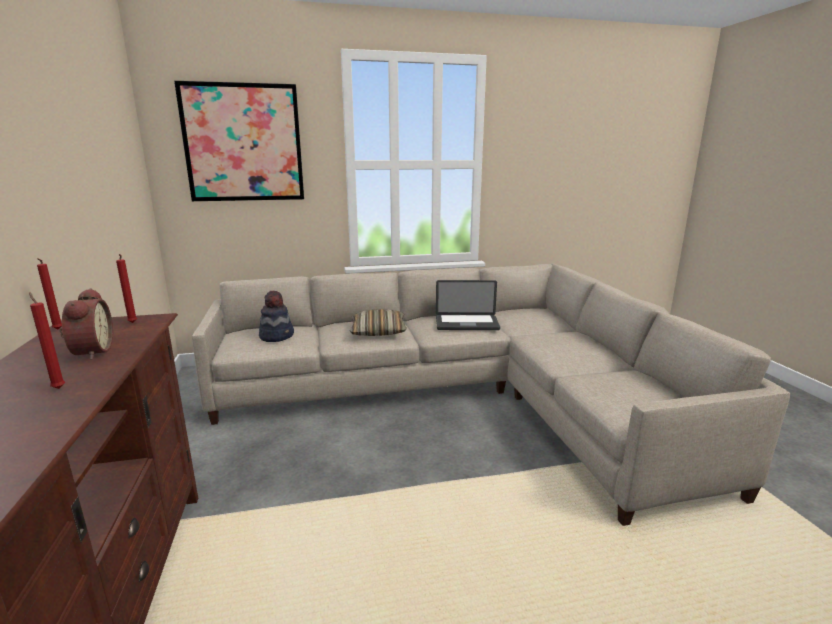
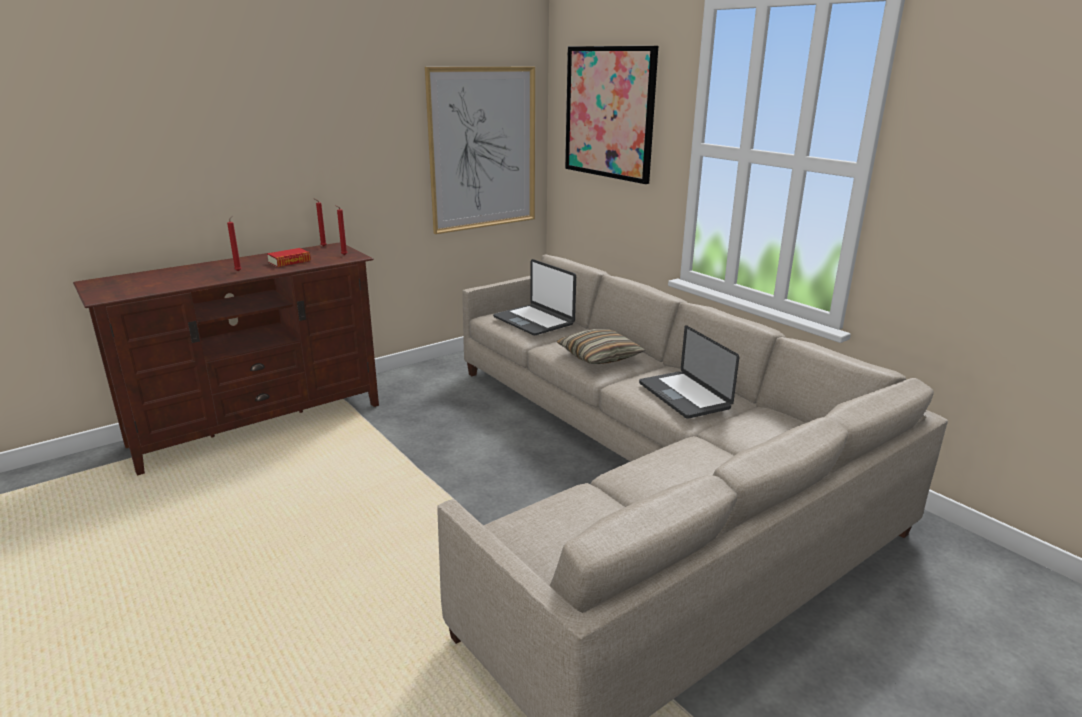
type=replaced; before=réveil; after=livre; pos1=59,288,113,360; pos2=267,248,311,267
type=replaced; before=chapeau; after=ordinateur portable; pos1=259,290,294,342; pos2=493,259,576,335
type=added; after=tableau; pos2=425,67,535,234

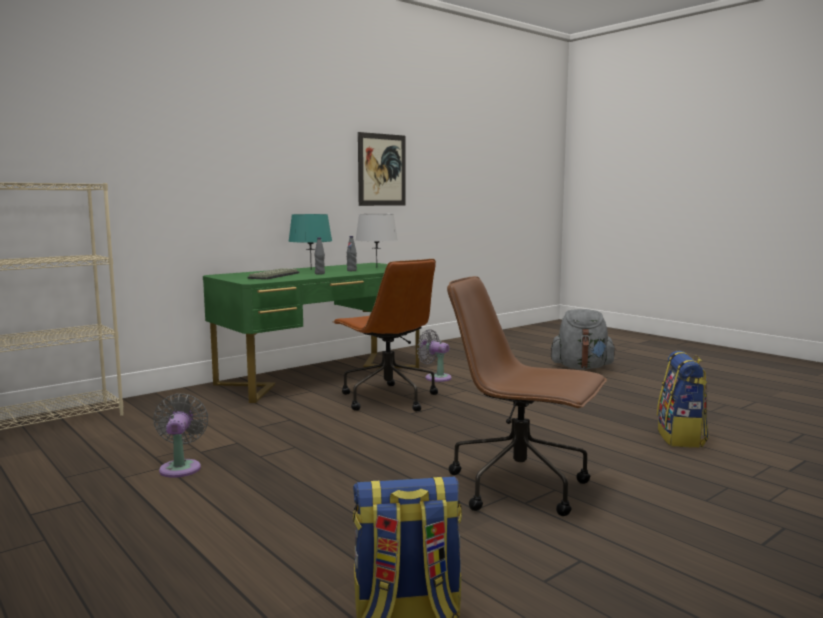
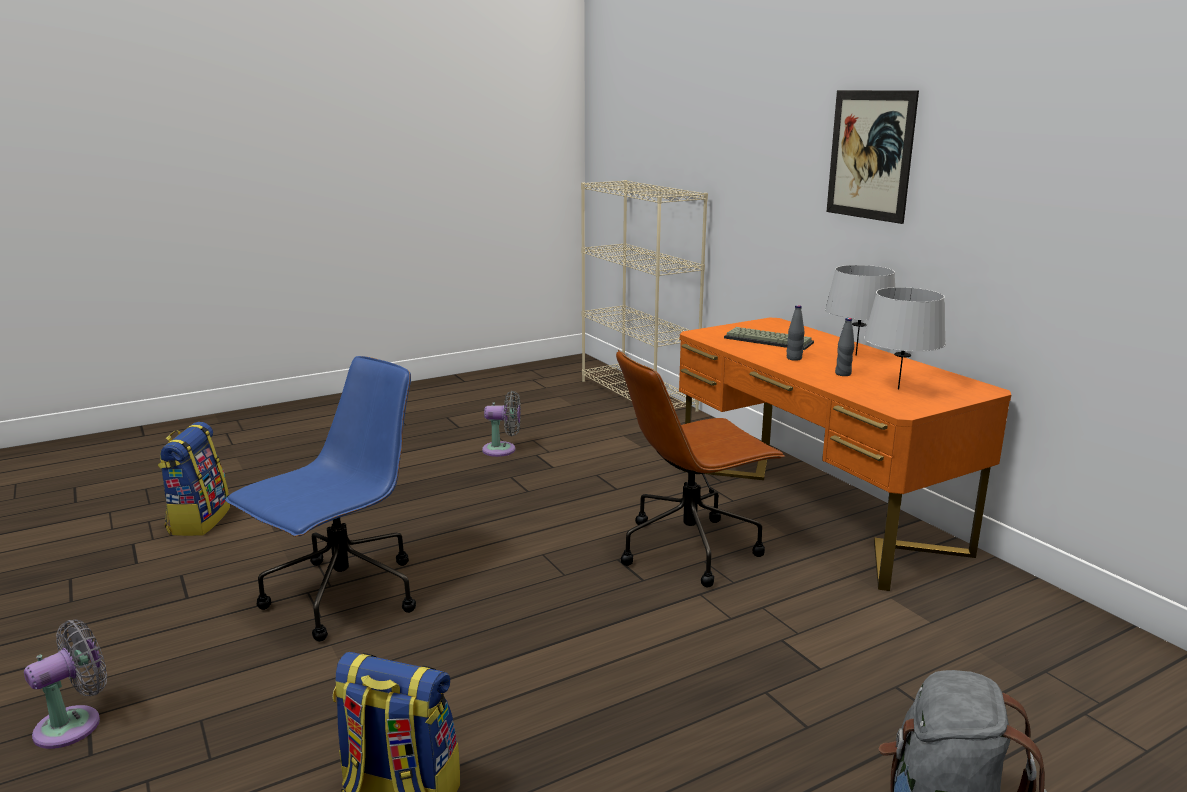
type=moved; before=tableau; pos1=358,132,406,206; pos2=826,90,919,224
type=recoloured; before=lampe de table [turquoise]; after=lampe de table [gris]; pos1=288,214,332,270; pos2=825,265,895,356
type=recoloured; before=bureau [vert]; after=bureau [orange]; pos1=203,263,420,403; pos2=679,318,1011,591
type=recoloured; before=chaise de bureau [marron]; after=chaise de bureau [bleu]; pos1=447,276,607,516; pos2=225,356,416,642
type=moved; before=ventilateur [gris]; pos1=417,329,452,382; pos2=24,619,107,749

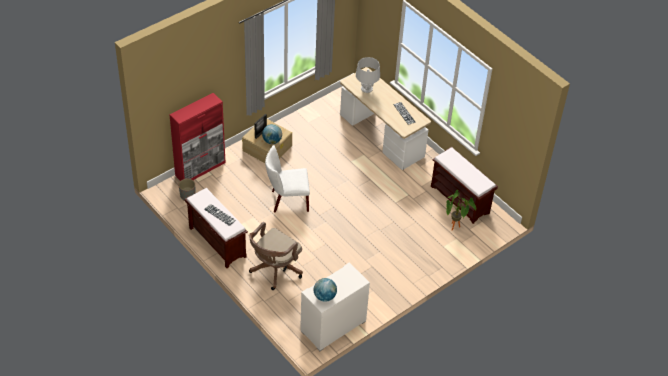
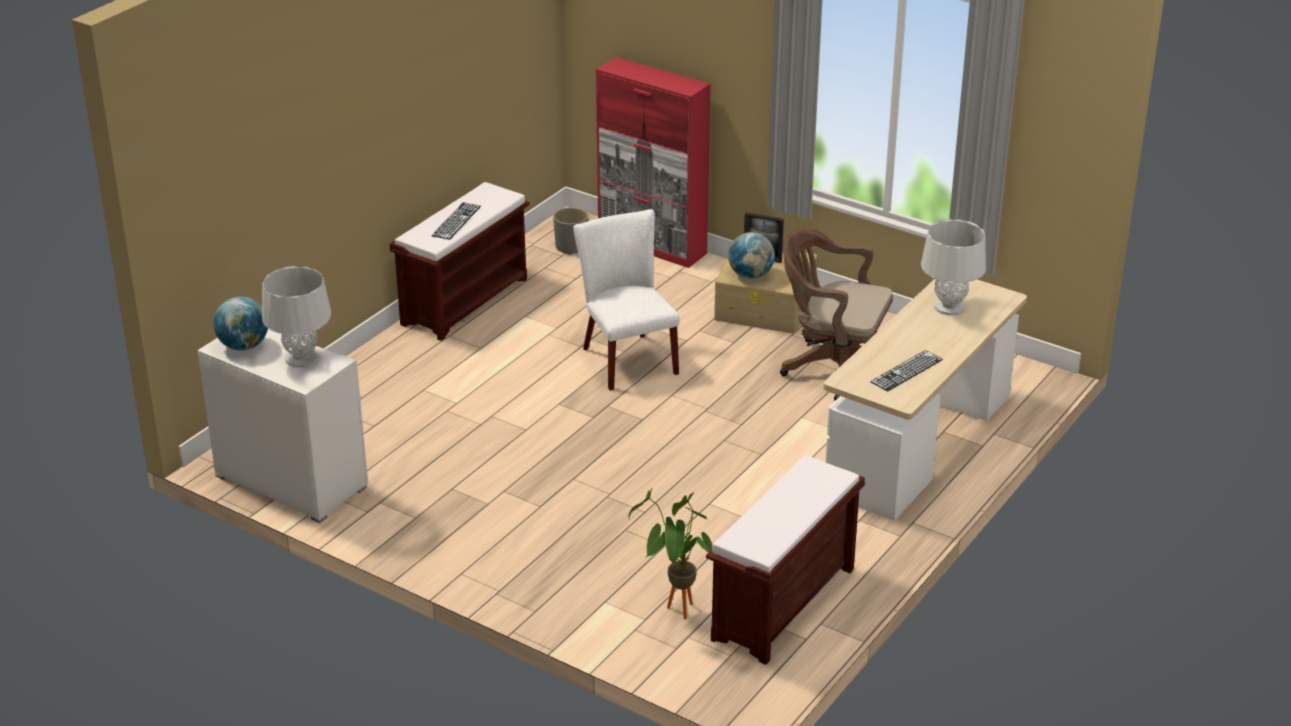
type=moved; before=chaise de bureau [marron]; pos1=249,222,303,290; pos2=780,228,893,401
type=added; after=lampe de table [gris]; pos2=262,266,331,368

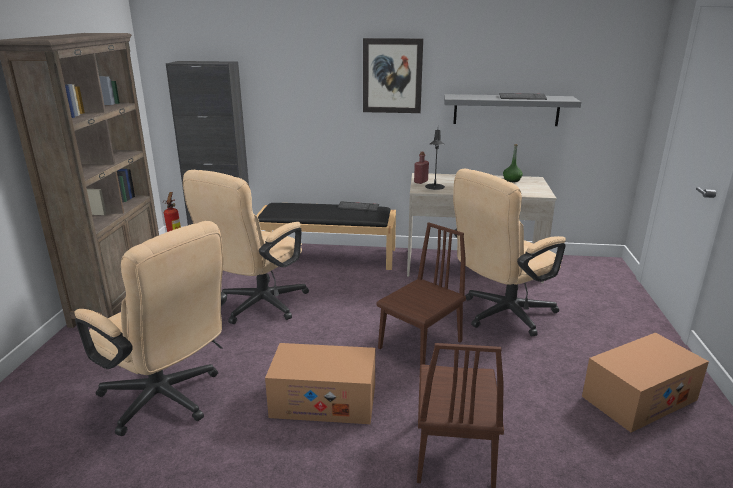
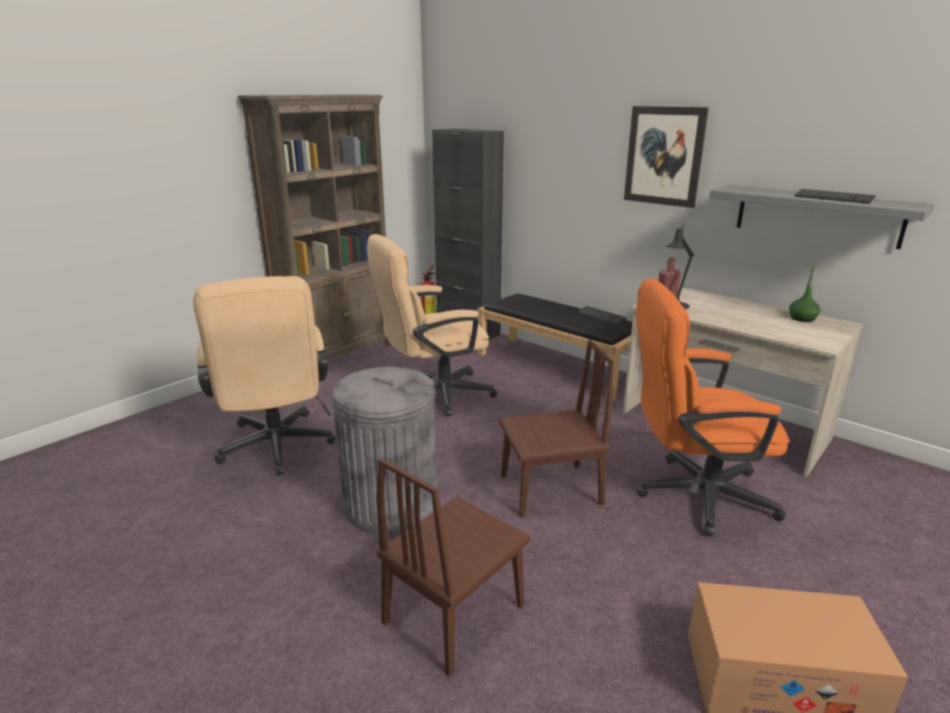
type=recoloured; before=chaise de bureau [beige]; after=chaise de bureau [orange]; pos1=453,169,566,337; pos2=636,279,789,536
type=replaced; before=carton; after=poubelle [gris]; pos1=265,343,375,424; pos2=332,367,437,534

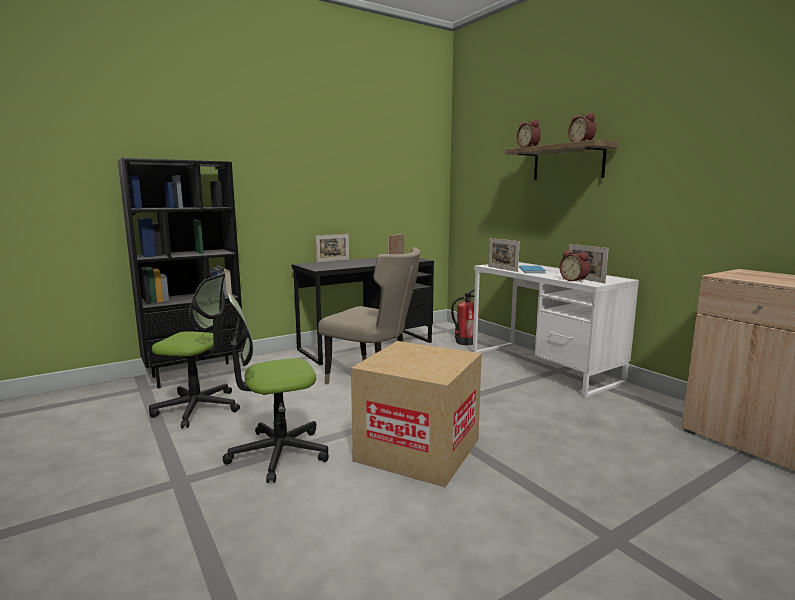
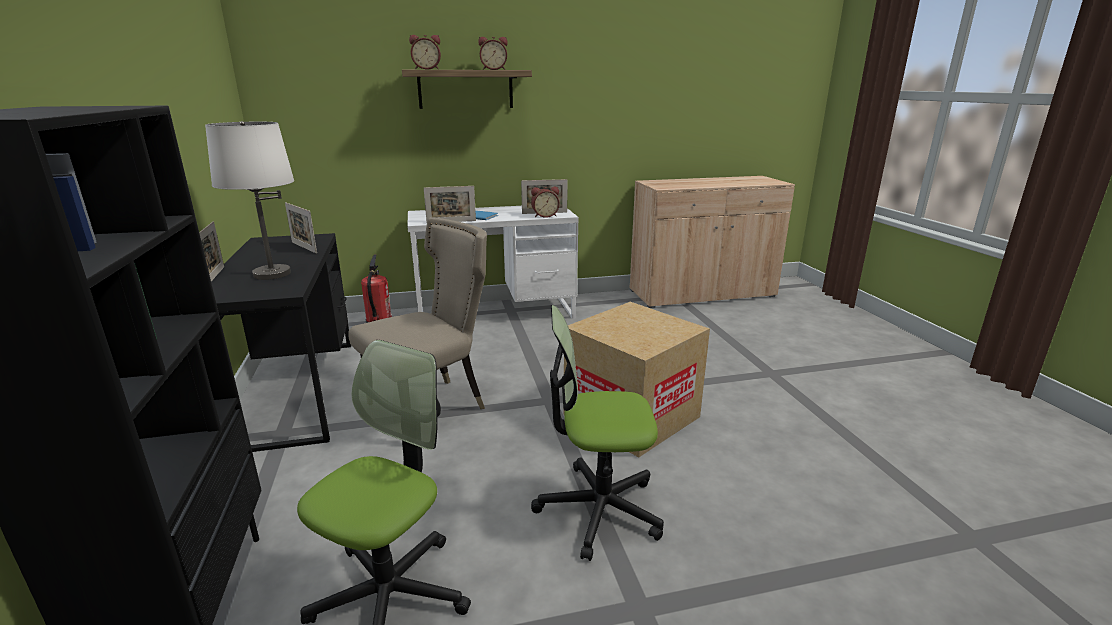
type=turned; before=chaise de bureau; pos1=223,293,329,483; pos2=531,305,664,561; turn=90
type=added; after=lampe de table [blanc]; pos2=205,121,294,280

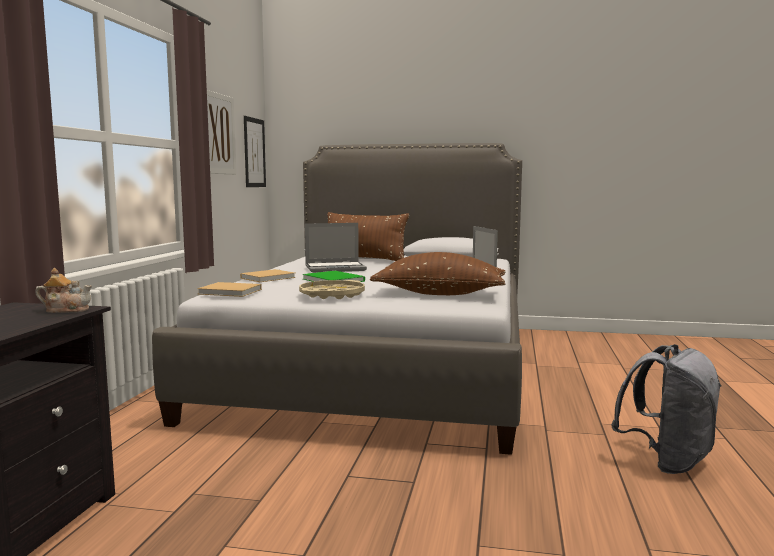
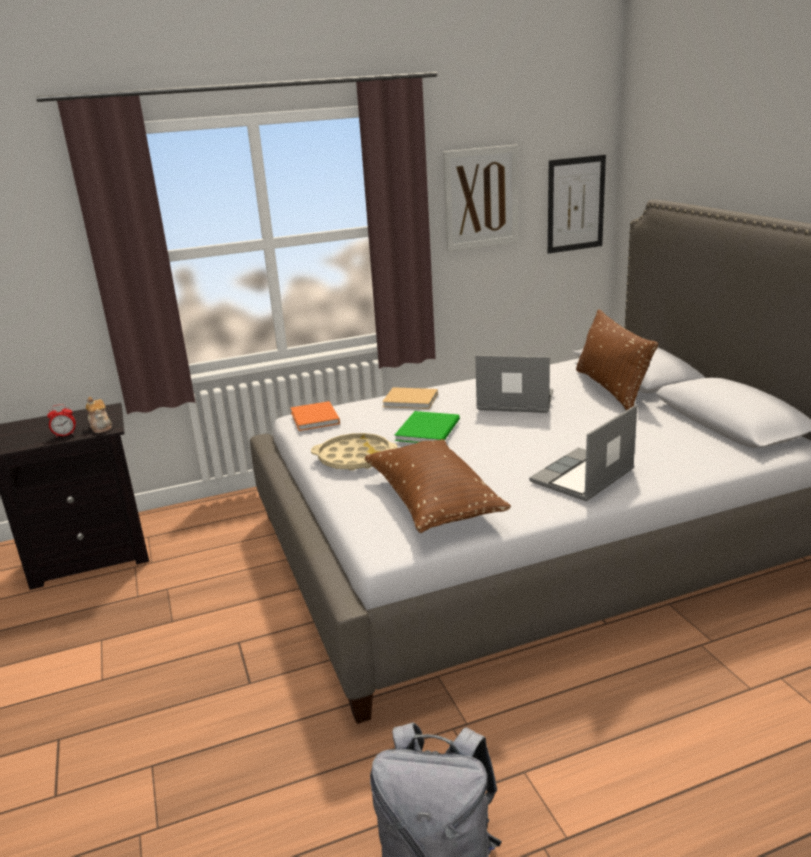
type=turned; before=ordinateur portable; pos1=305,223,367,273; pos2=475,355,553,413; turn=150
type=recoloured; before=livre [beige]; after=livre [orange]; pos1=197,282,262,297; pos2=290,401,340,431
type=added; after=réveil; pos2=47,405,76,438

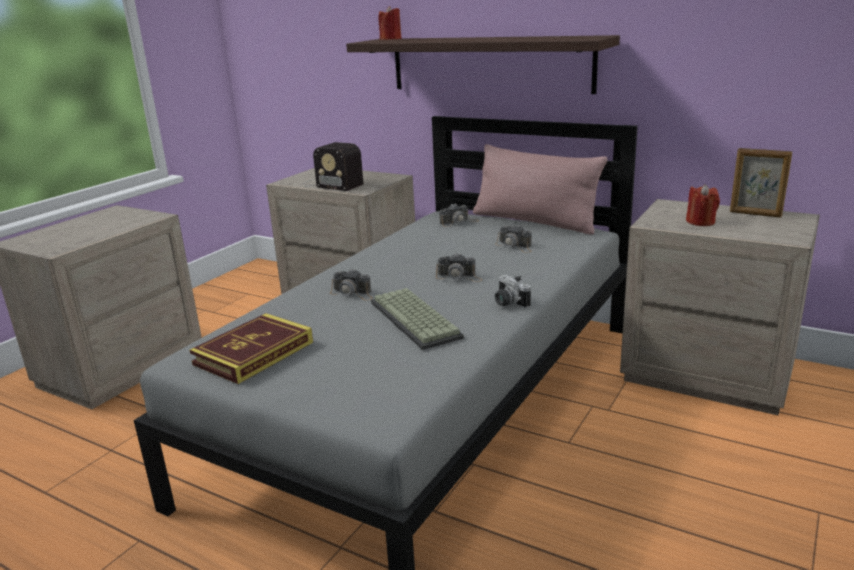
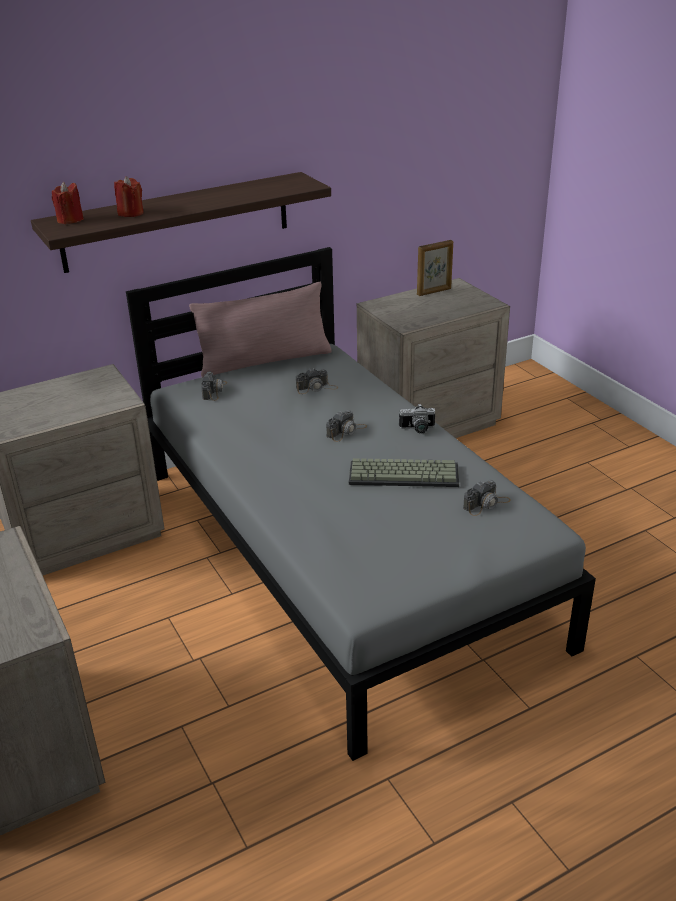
type=removed; before=radio; pos1=302,142,364,191
type=moved; before=bougie [rouge]; pos1=686,184,720,226; pos2=114,176,144,217
type=moved; before=appareil photo; pos1=330,269,373,300; pos2=463,480,511,516
type=removed; before=livre; pos1=190,313,313,384

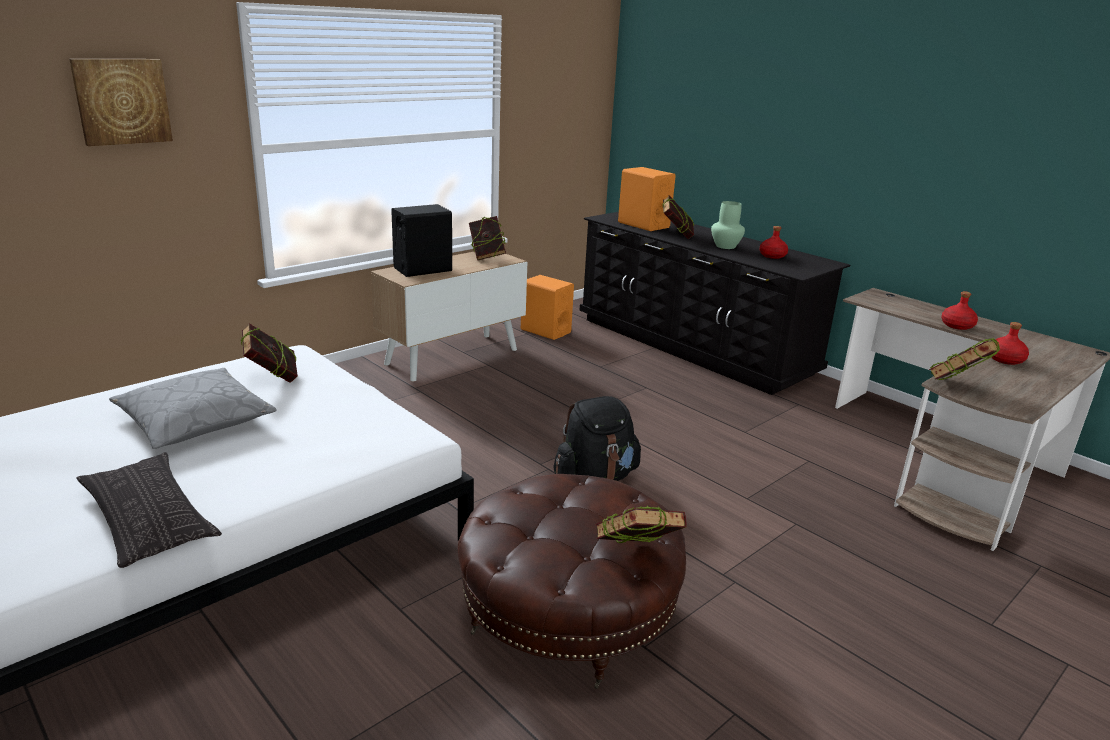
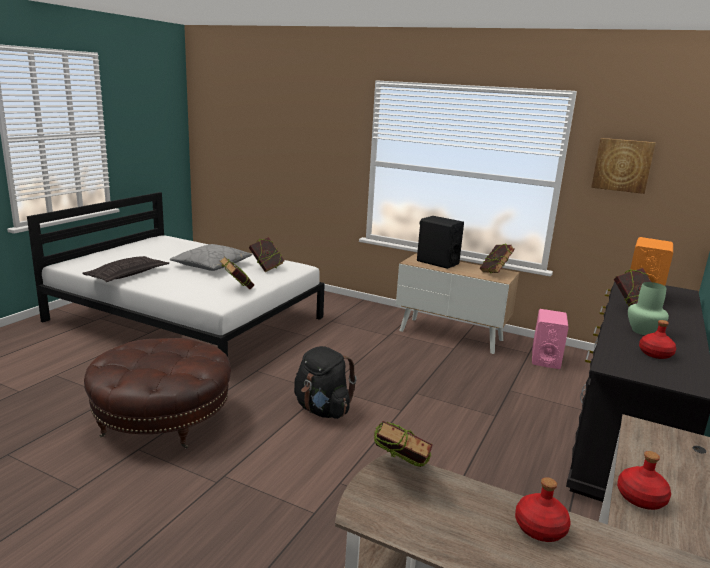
type=moved; before=tableau; pos1=70,59,173,146; pos2=591,138,656,194
type=recoloured; before=enceinte [orange]; after=enceinte [rose]; pos1=521,275,574,340; pos2=532,309,569,369
type=moved; before=livre; pos1=595,506,686,544; pos2=220,257,254,289

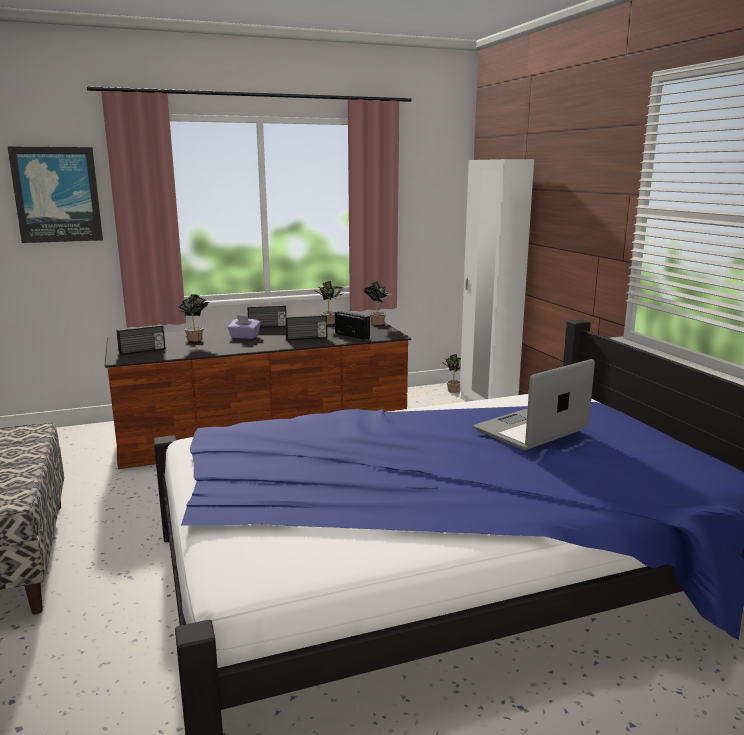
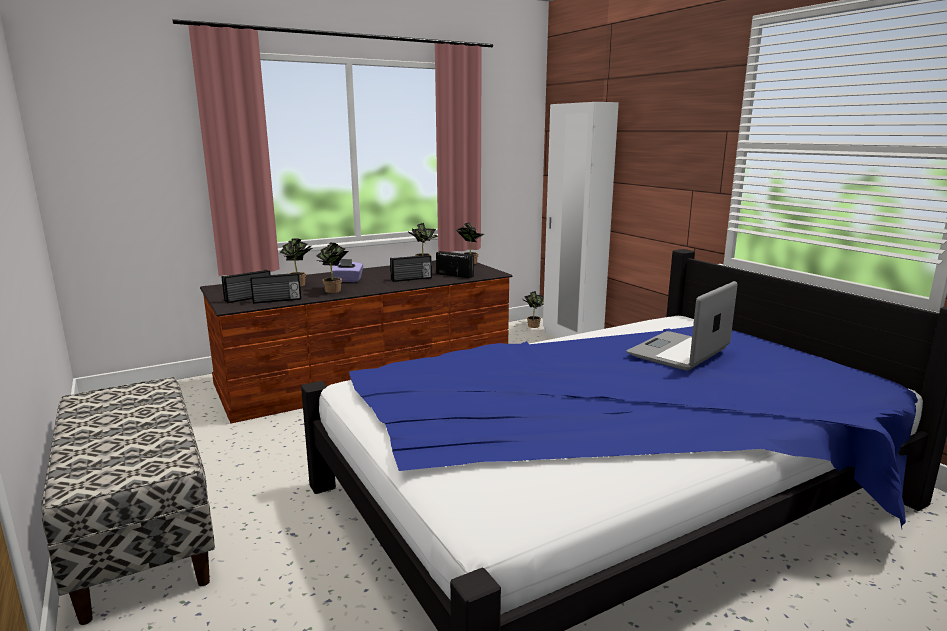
type=removed; before=tableau; pos1=7,146,103,243
type=moved; before=radio; pos1=247,305,287,328; pos2=250,273,301,304
type=added; after=plante en pot; pos2=316,243,349,293

